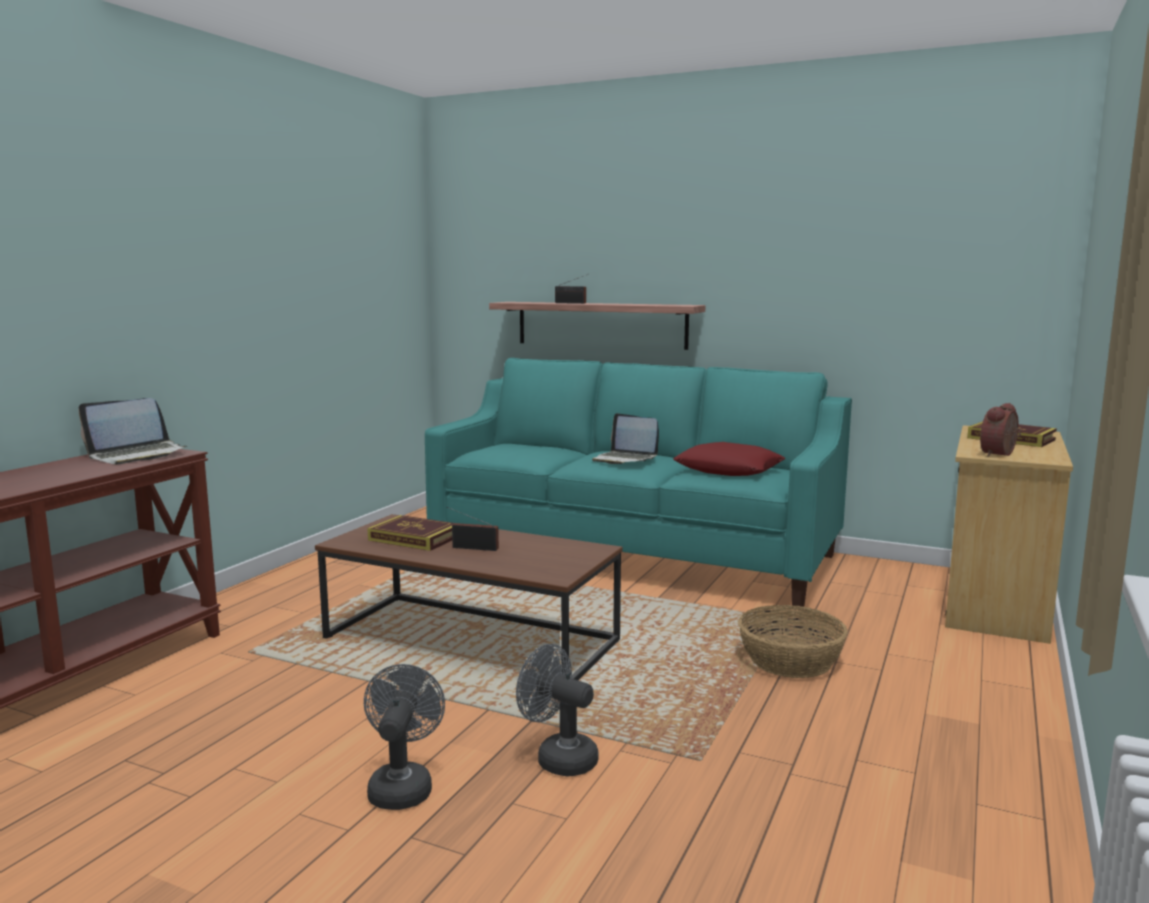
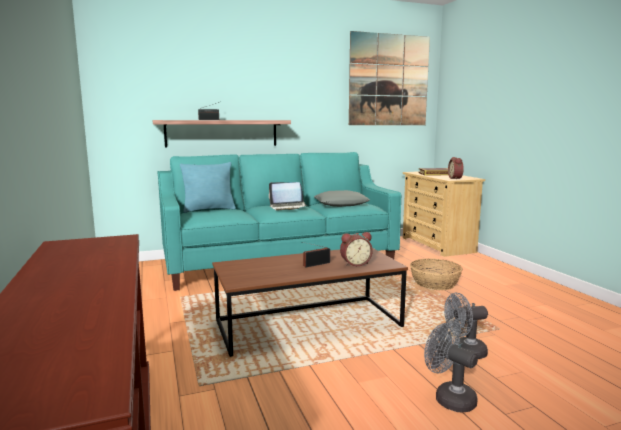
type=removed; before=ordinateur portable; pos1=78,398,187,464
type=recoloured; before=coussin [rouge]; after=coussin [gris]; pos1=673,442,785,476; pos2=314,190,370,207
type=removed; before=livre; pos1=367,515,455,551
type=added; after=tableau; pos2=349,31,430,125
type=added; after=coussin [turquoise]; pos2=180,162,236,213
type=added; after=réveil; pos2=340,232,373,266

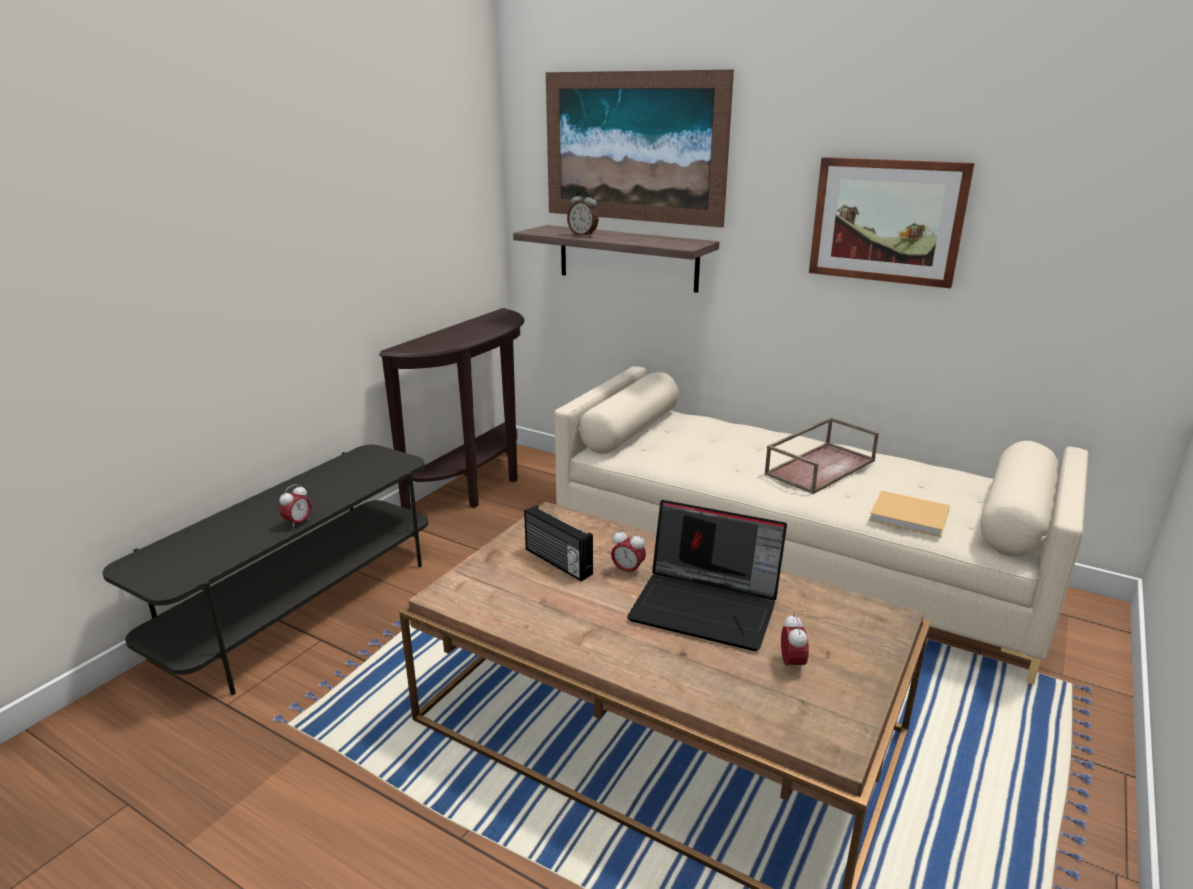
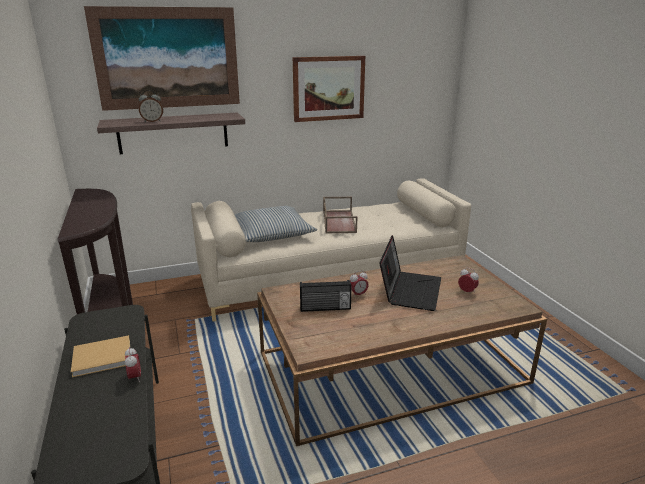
type=moved; before=livre [beige]; pos1=869,491,950,537; pos2=71,335,130,377
type=turned; before=ordinateur portable; pos1=627,500,787,651; pos2=379,235,441,311; turn=-45
type=added; after=coussin; pos2=235,206,317,242

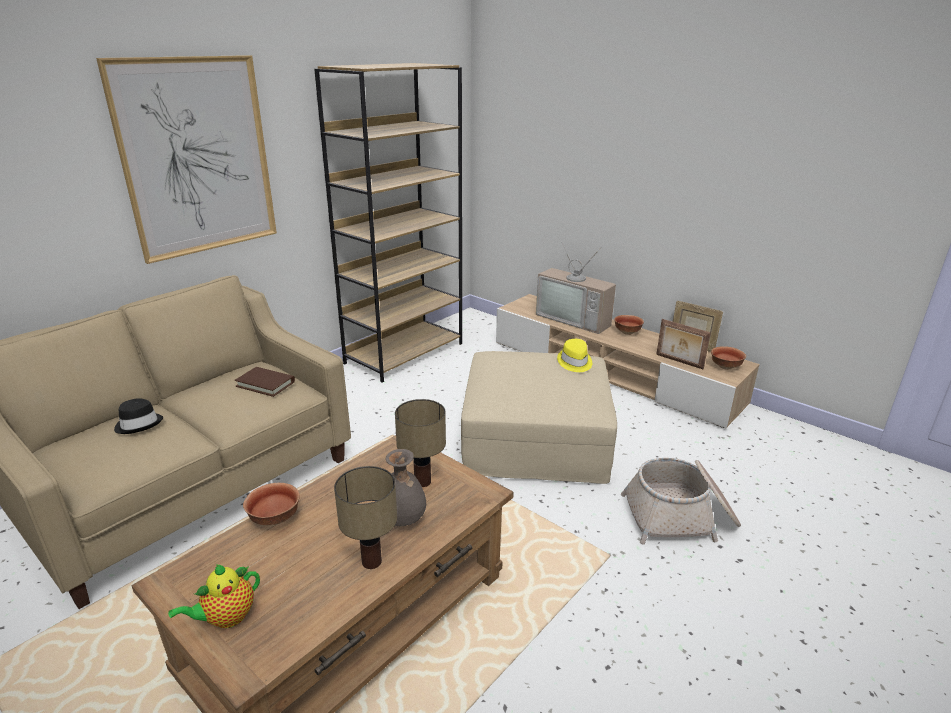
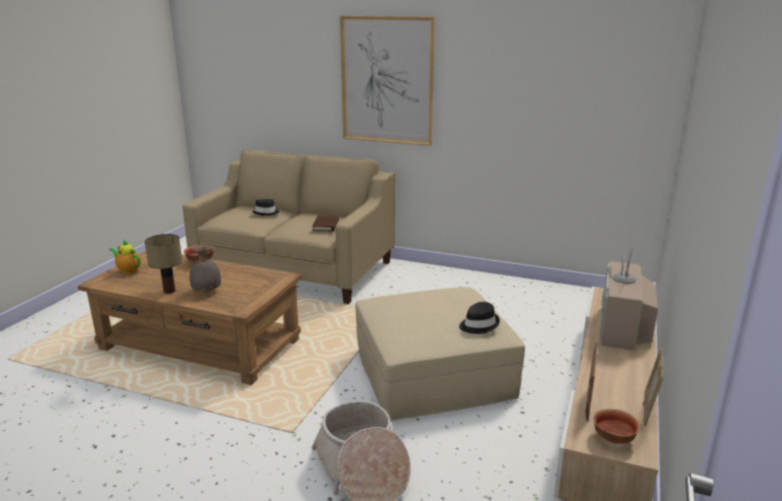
type=removed; before=bibliothèque [marron]; pos1=314,63,462,383
type=removed; before=bol; pos1=614,315,644,335
type=recoloured; before=chapeau [jaune]; after=chapeau [noir]; pos1=557,339,592,372; pos2=459,302,500,334
type=removed; before=lampe de table; pos1=395,399,446,487

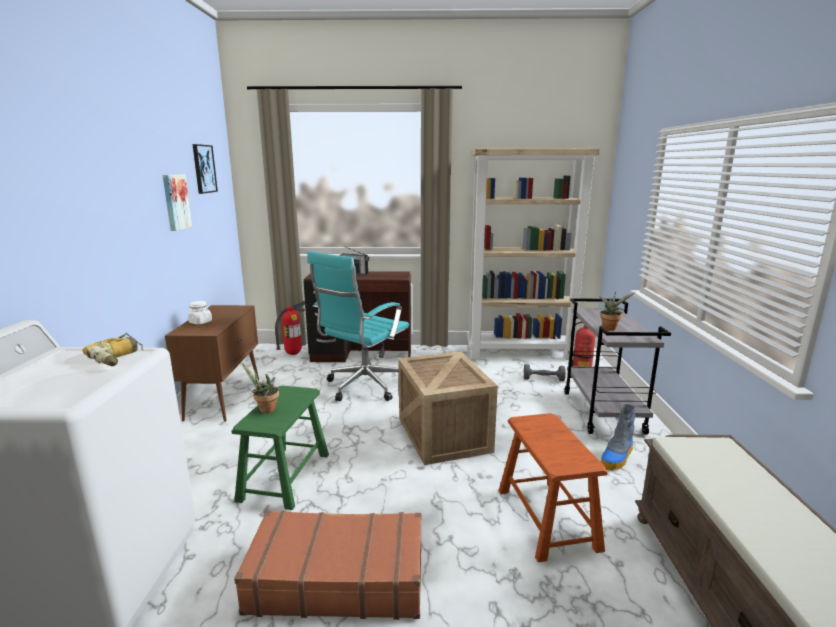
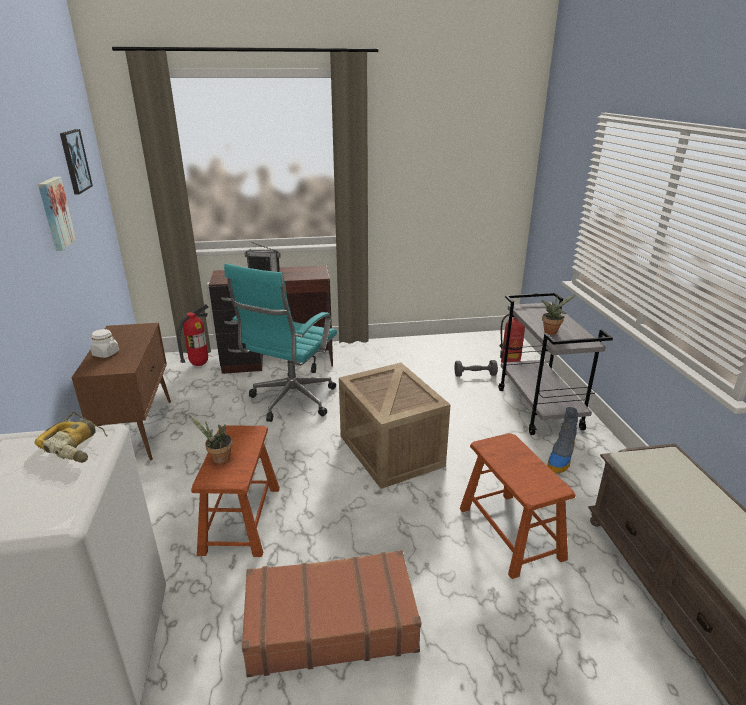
type=removed; before=bibliothèque [beige]; pos1=467,148,600,360
type=recoloured; before=tabouret [vert]; after=tabouret [marron]; pos1=231,386,329,510; pos2=191,425,280,557

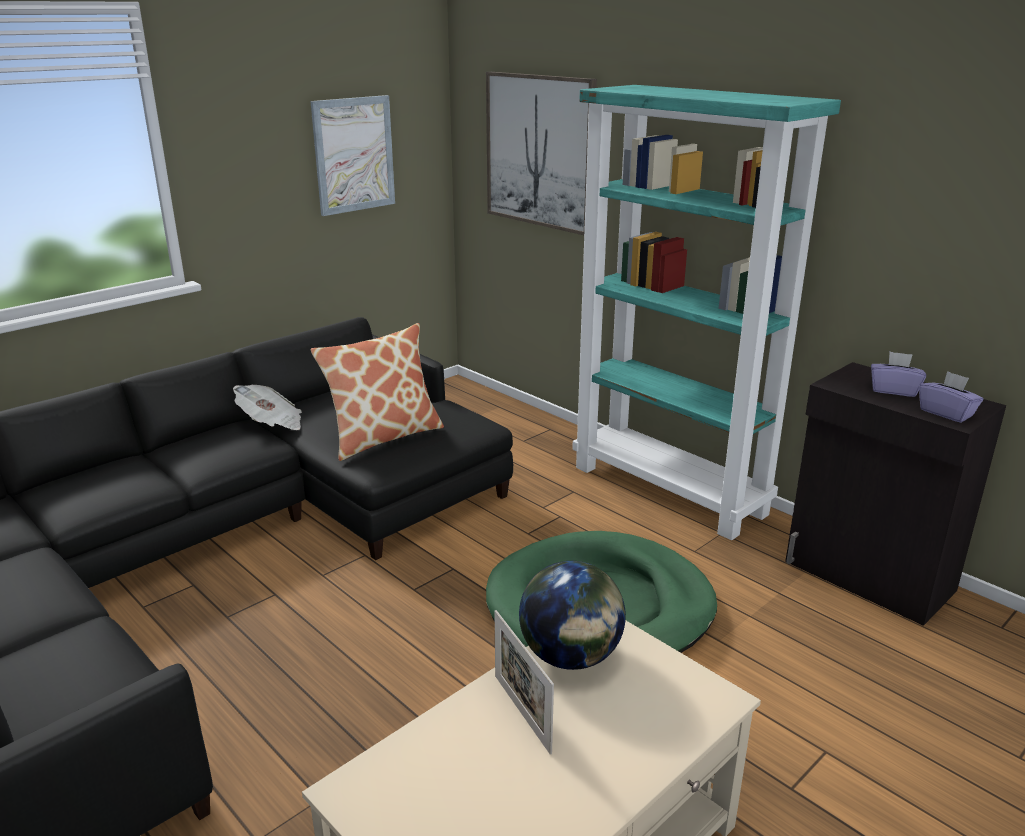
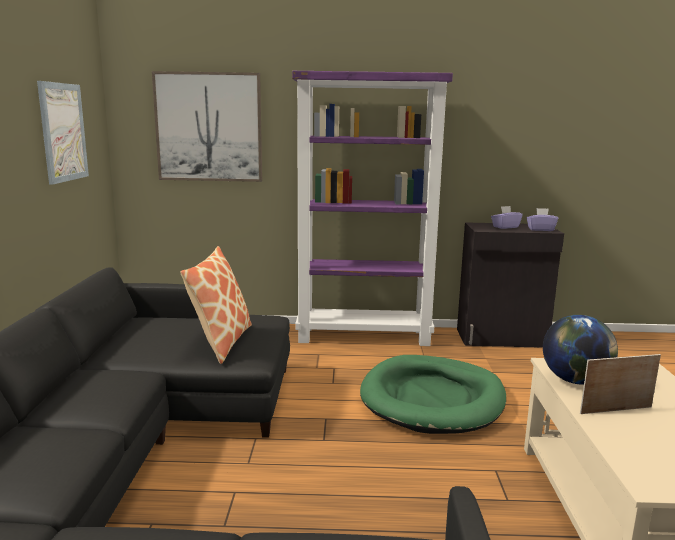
type=recoloured; before=bibliothèque [turquoise]; after=bibliothèque [violet]; pos1=572,85,841,540; pos2=292,71,453,346
type=removed; before=journal; pos1=233,385,302,430
type=turned; before=cadre photo; pos1=495,610,554,755; pos2=580,354,661,414; turn=150

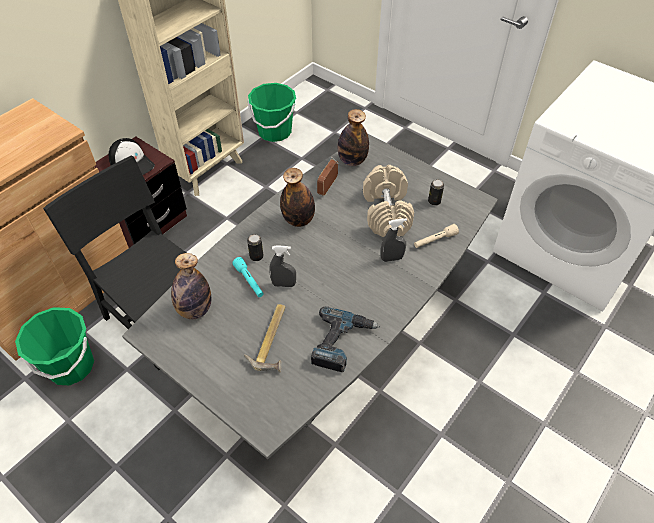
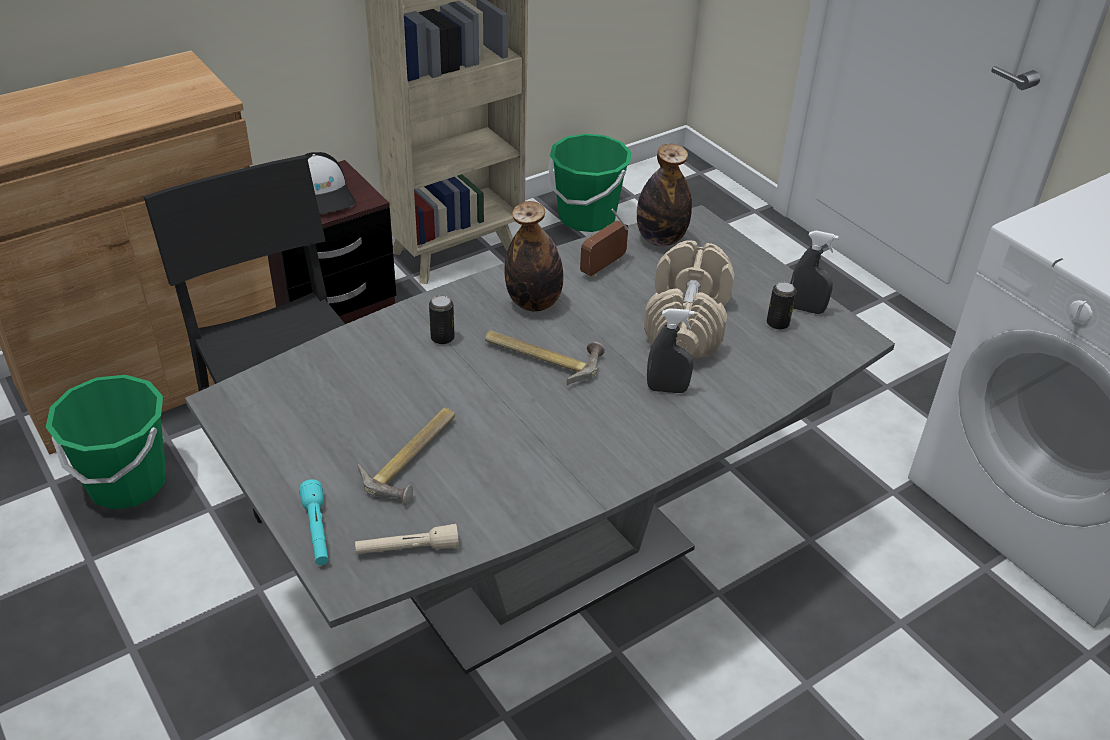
type=moved; before=lampe de poche [beige]; pos1=414,224,459,248; pos2=355,524,459,554
type=moved; before=vaporisateur [gris]; pos1=269,245,296,287; pos2=790,230,839,314
type=removed; before=bouteille; pos1=171,253,211,319
type=moved; before=lampe de poche [turquoise]; pos1=232,257,264,297; pos2=299,479,329,565
type=removed; before=perceuse; pos1=311,307,380,372
type=added; after=marteau; pos2=485,330,605,385

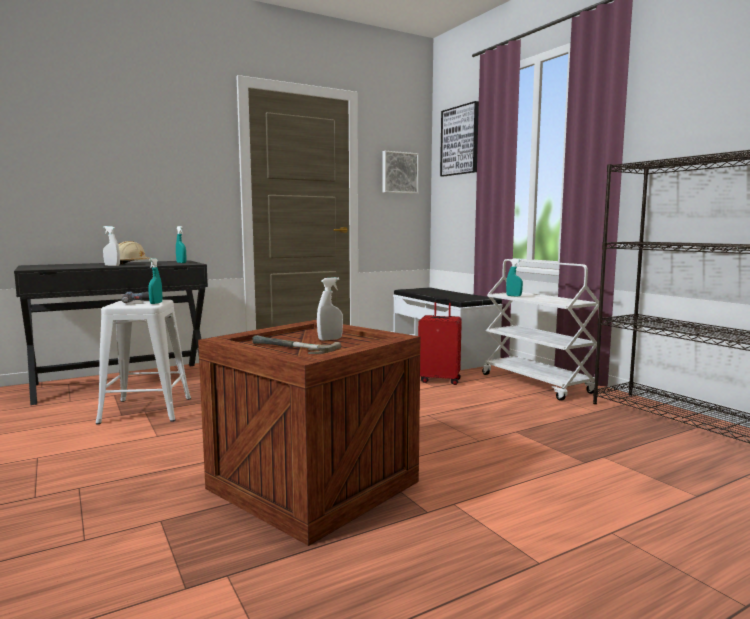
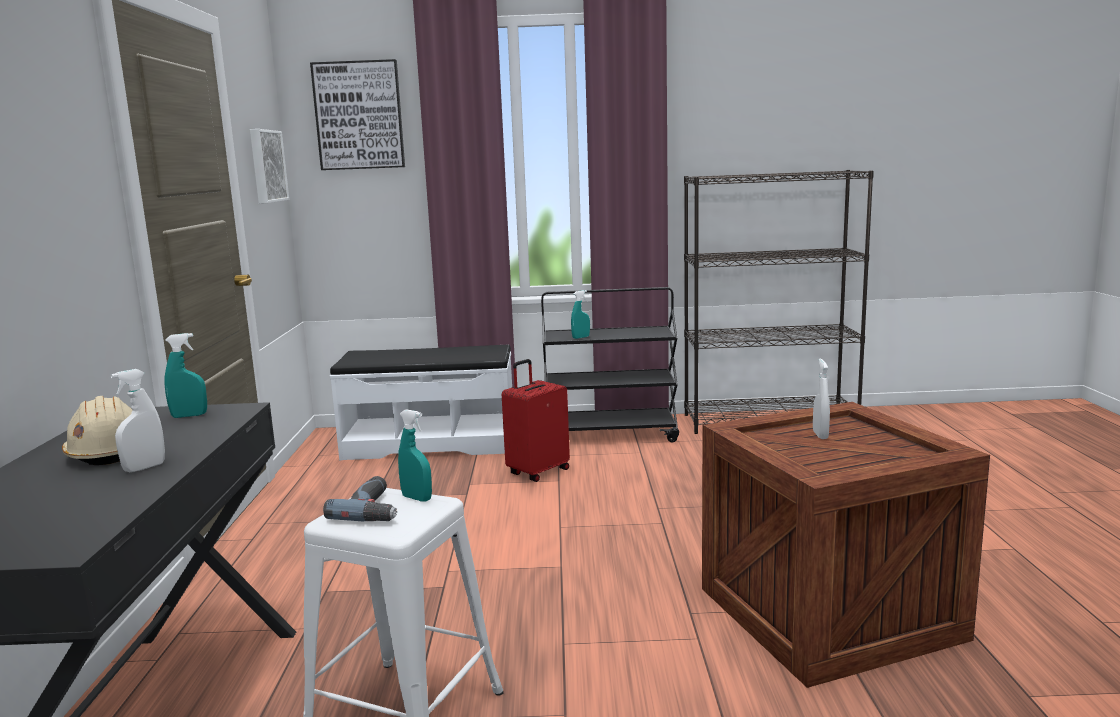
type=recoloured; before=chariot [blanc]; after=chariot [noir]; pos1=482,259,599,401; pos2=541,287,679,443
type=removed; before=marteau; pos1=252,335,341,354

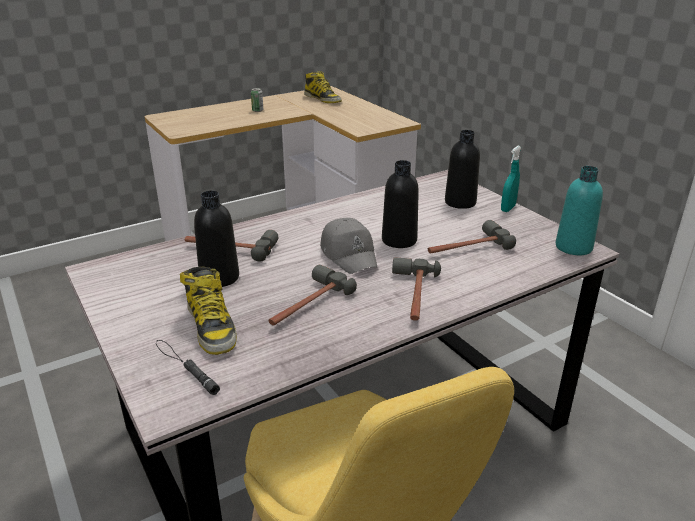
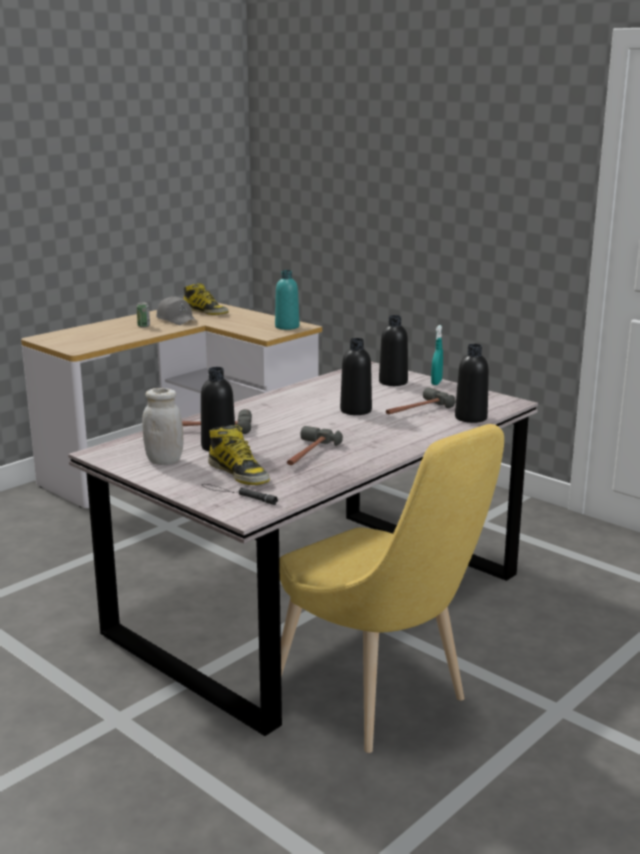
type=moved; before=bouteille [turquoise]; pos1=556,166,603,255; pos2=275,270,299,330
type=moved; before=casquette [gris]; pos1=320,218,377,274; pos2=157,296,196,325
type=removed; before=marteau; pos1=392,258,441,321
type=added; after=bouteille [noir]; pos2=455,344,489,423
type=added; after=bocal [blanc]; pos2=142,388,183,465

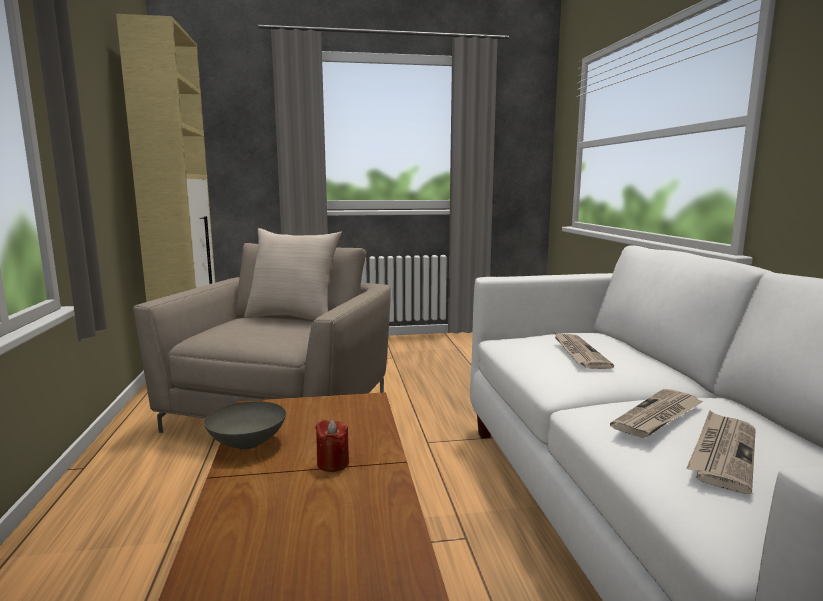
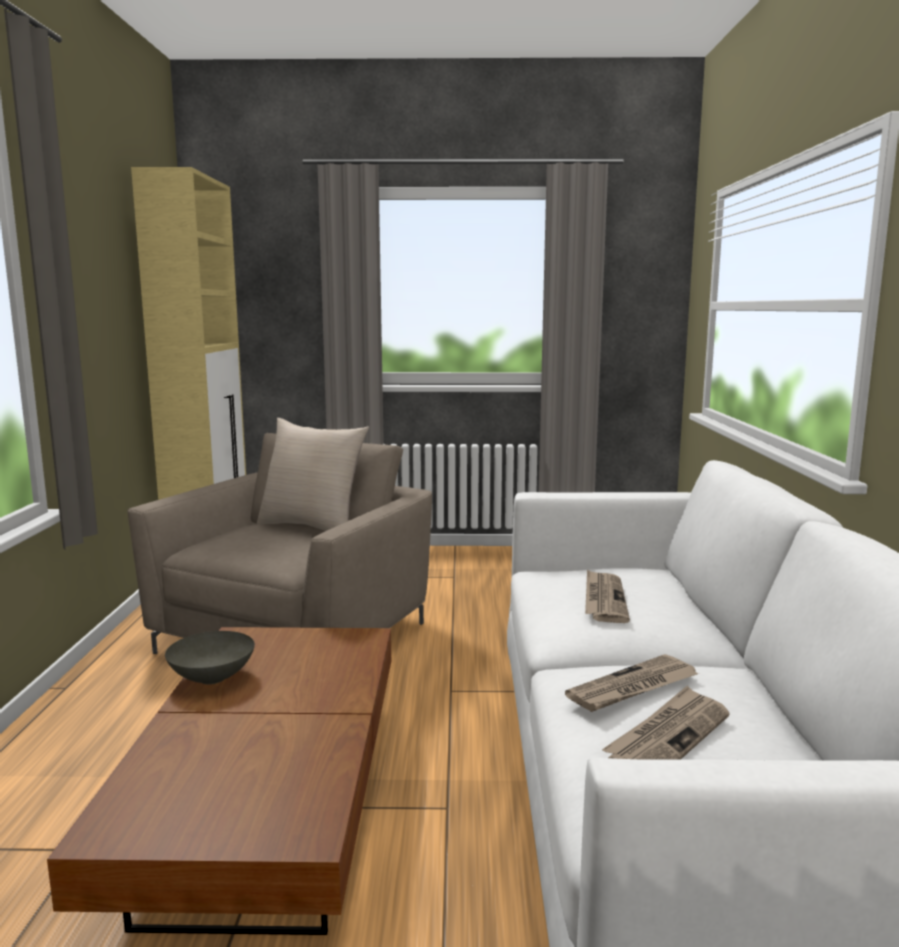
type=removed; before=bougie [rouge]; pos1=315,420,349,472

